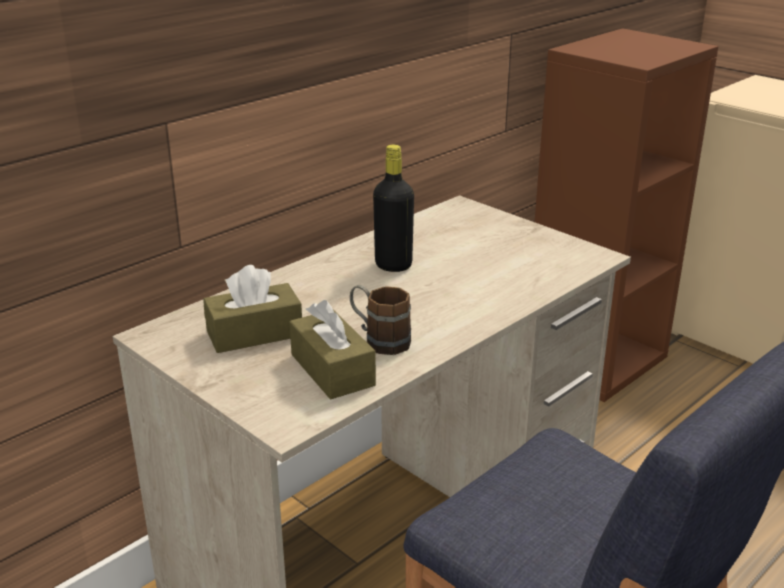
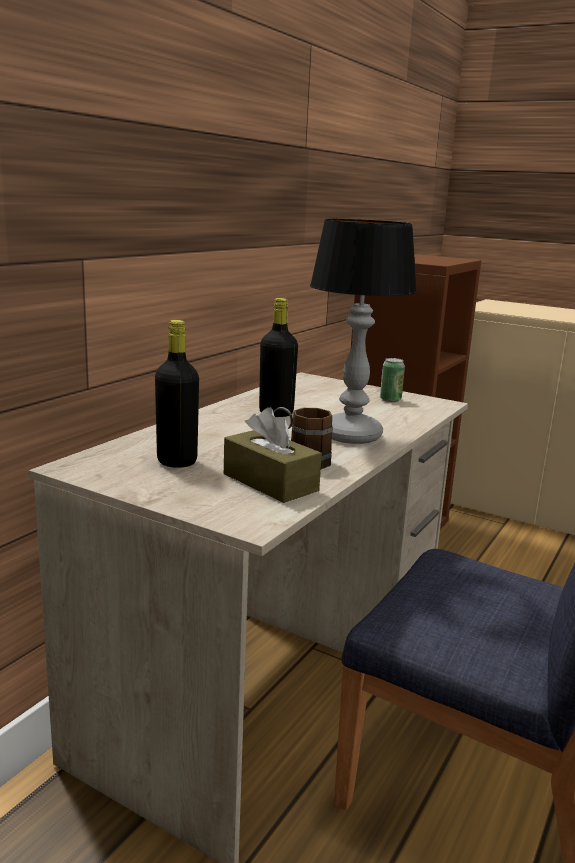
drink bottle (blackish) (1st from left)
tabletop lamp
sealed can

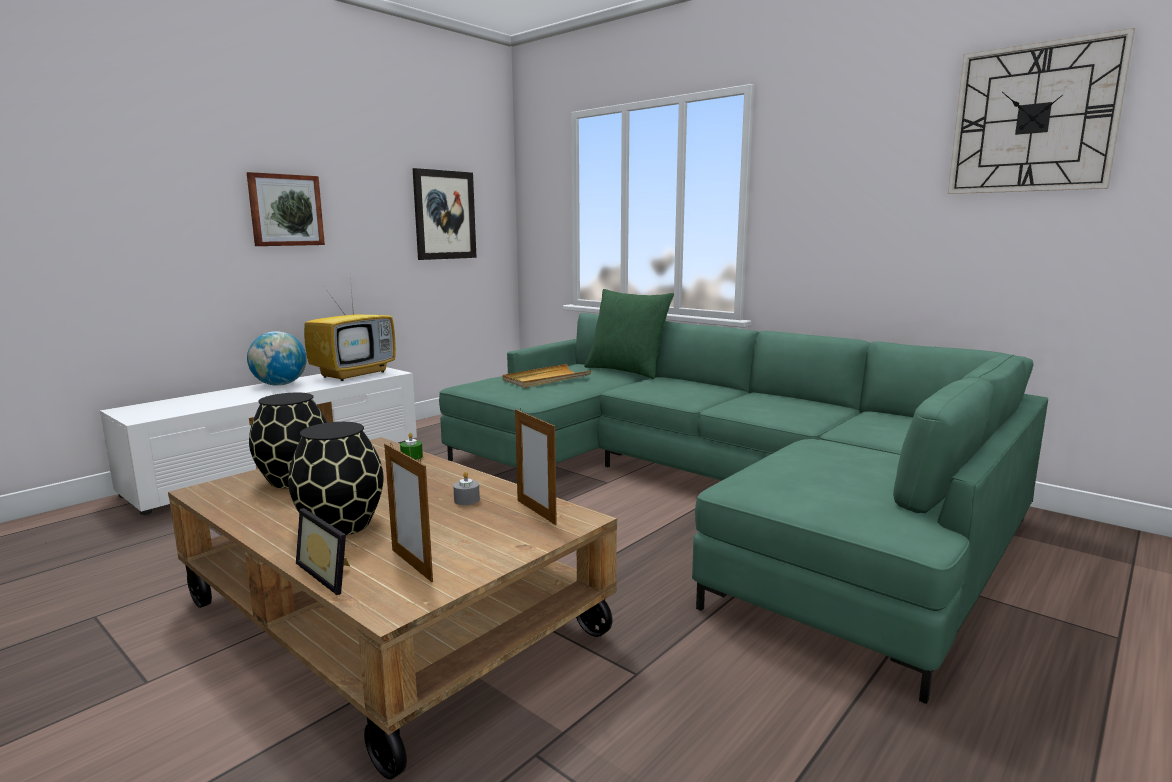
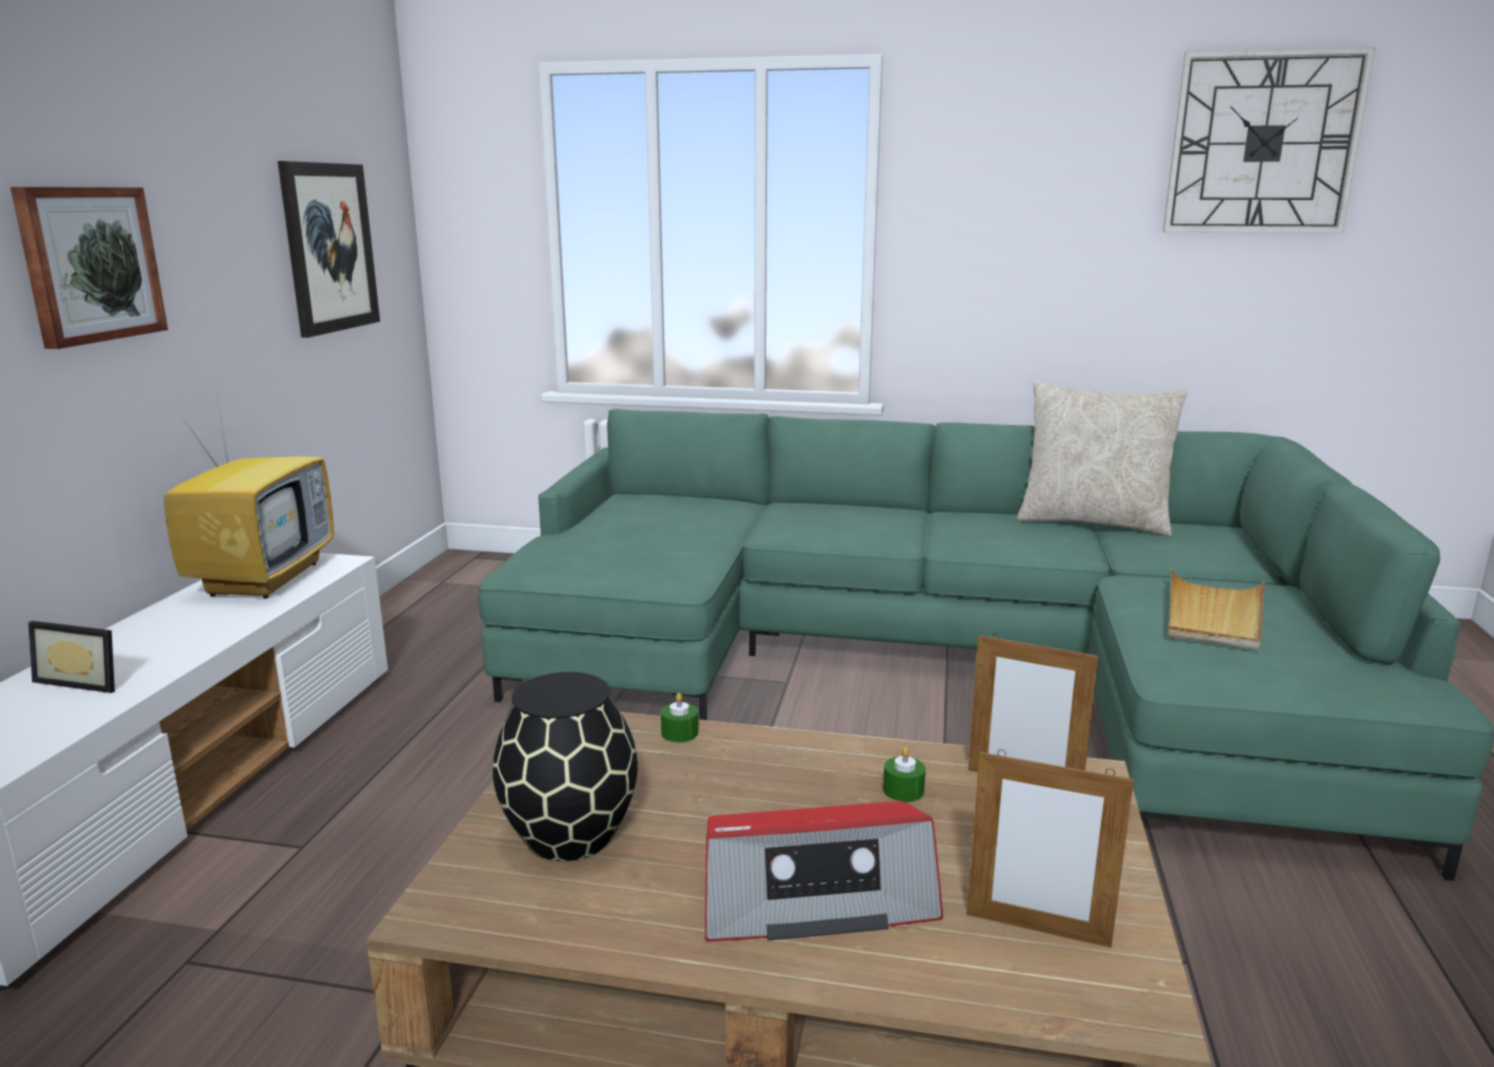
throw pillow (greenish)
globe
carrying tray (beige)
radio set
wax candle (greenish) (2nd from left)
standing frame (1st from left)
throw pillow (beige)

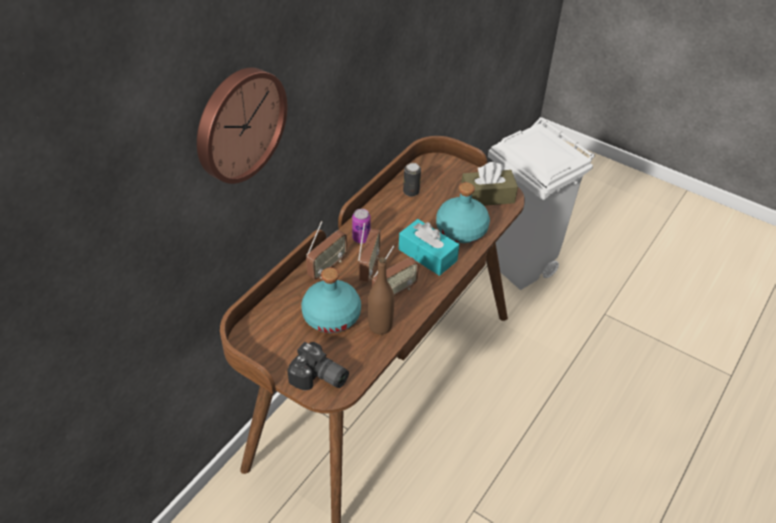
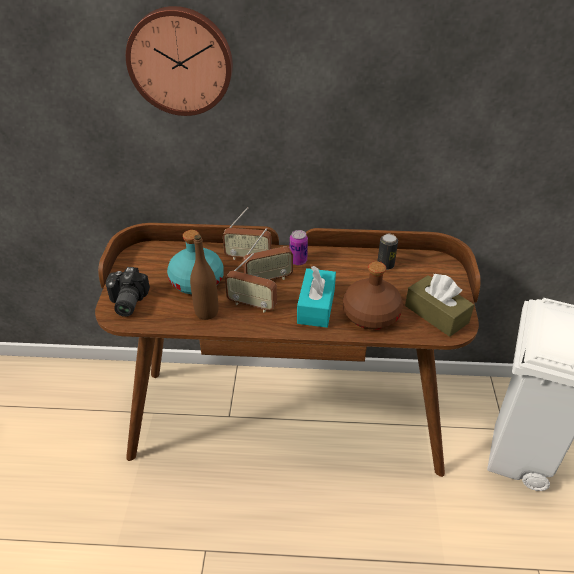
drink bottle (brownish) (2nd from left)

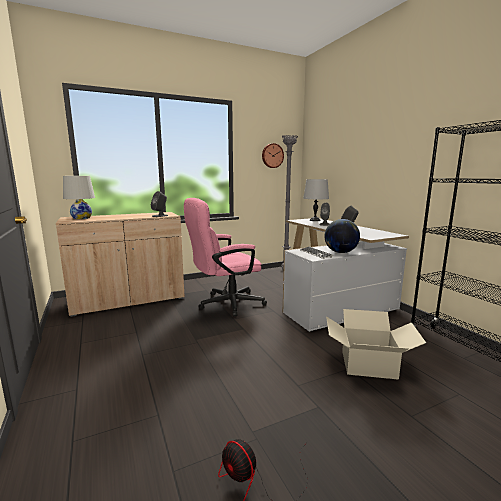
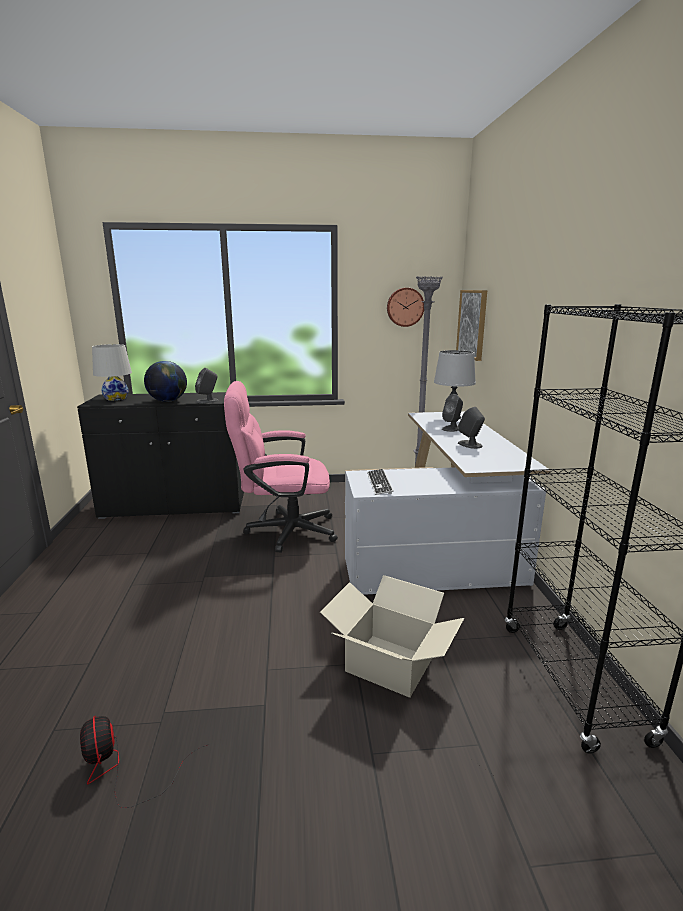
storage cabinet (blackish)
globe
wall art

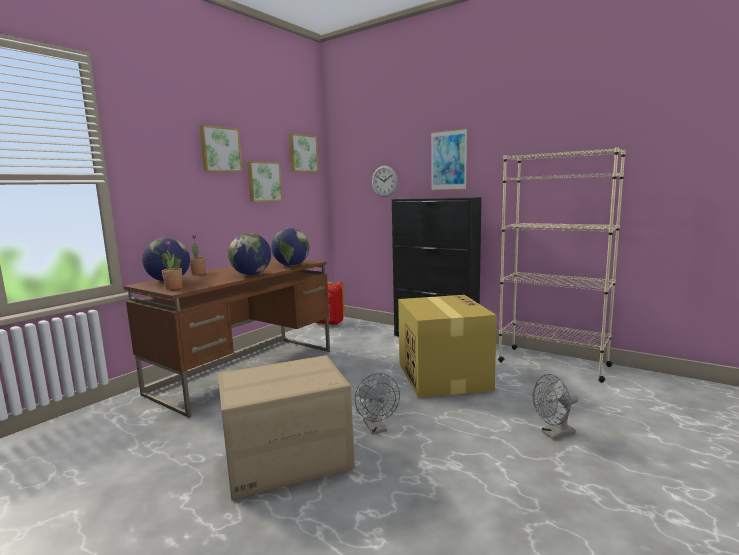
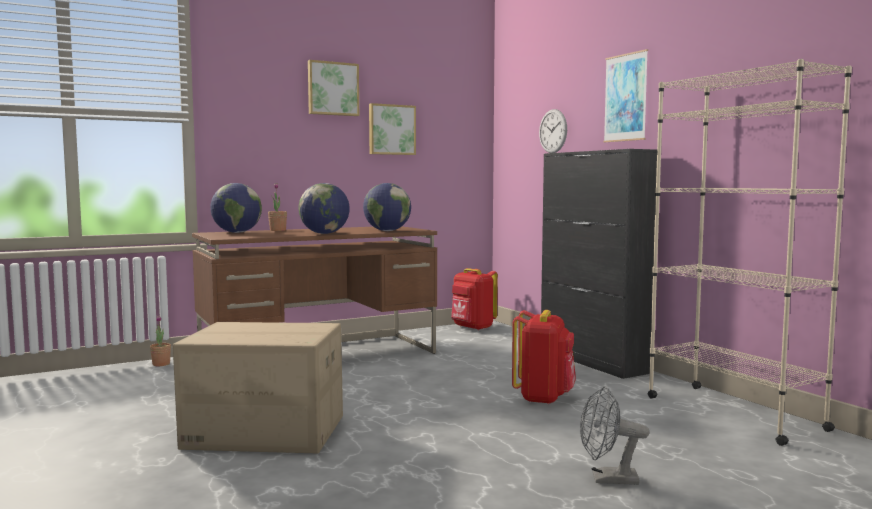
wall art (3rd from left in the first image)
houseplant (1st from left)
knapsack (red) (2nd from left)
electric fan (gray) (1st from left in the first image)

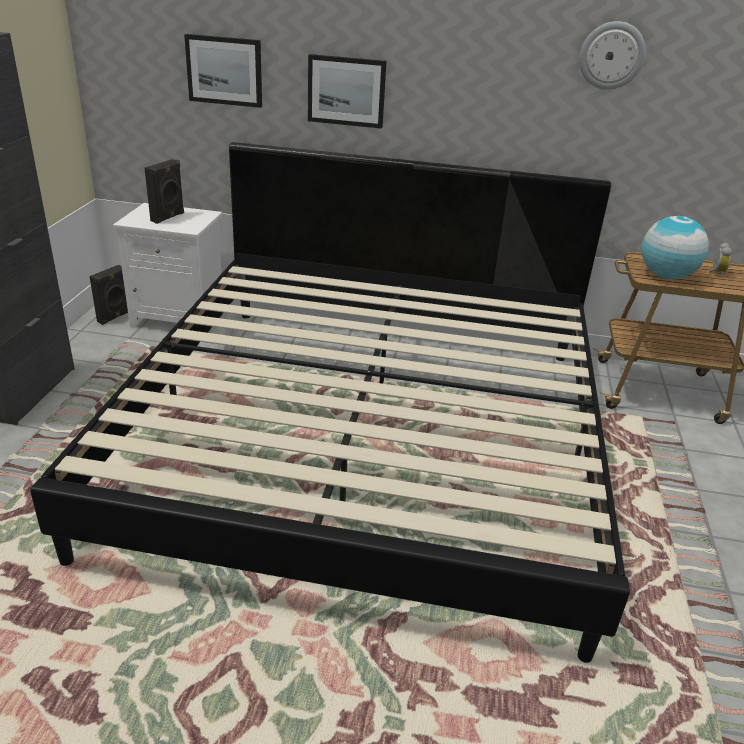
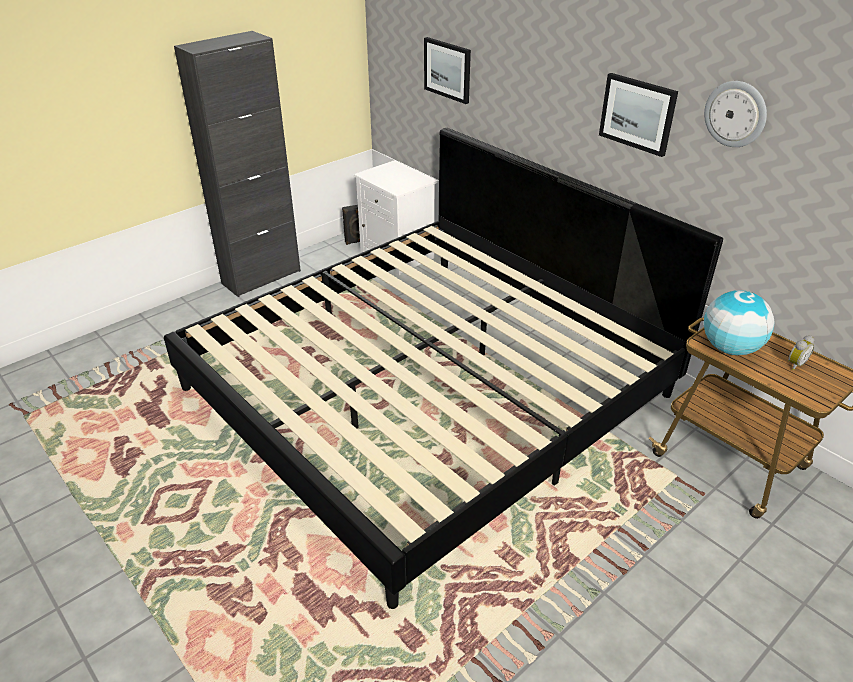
wall art (2nd from left)
loudspeaker (blackish) (2nd from left in the first image)

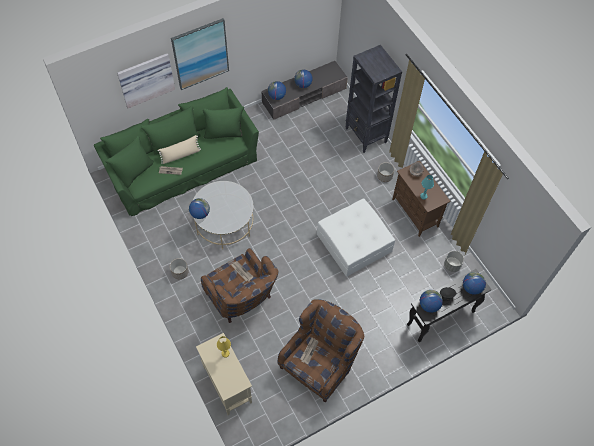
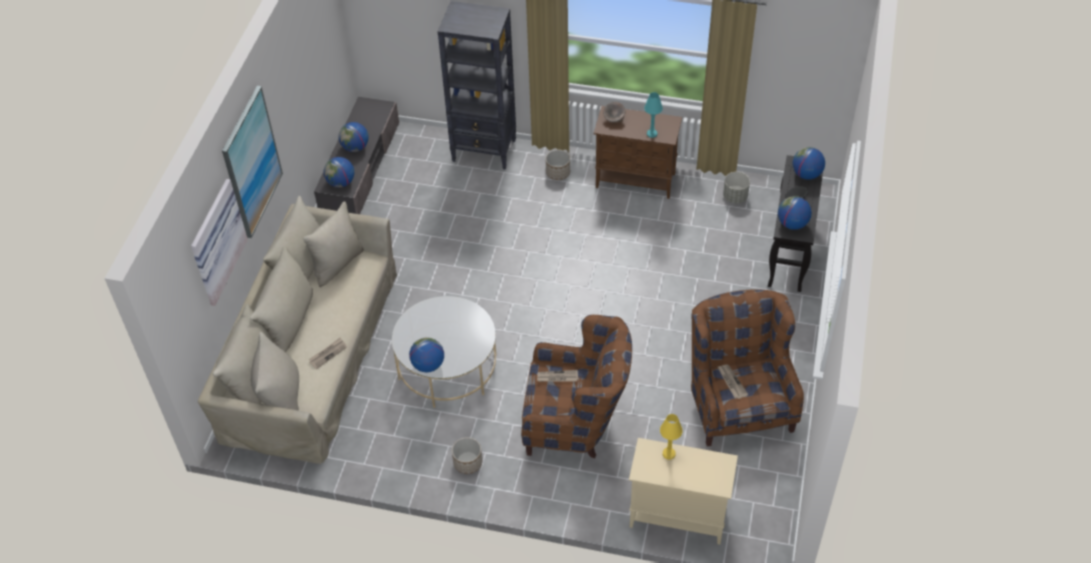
sofa (beige)
throw pillow (beige)
pouffe (whitish)

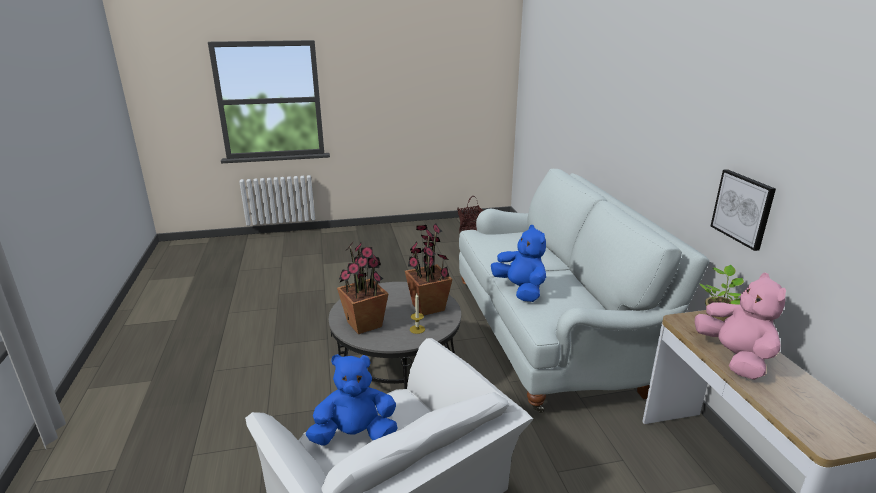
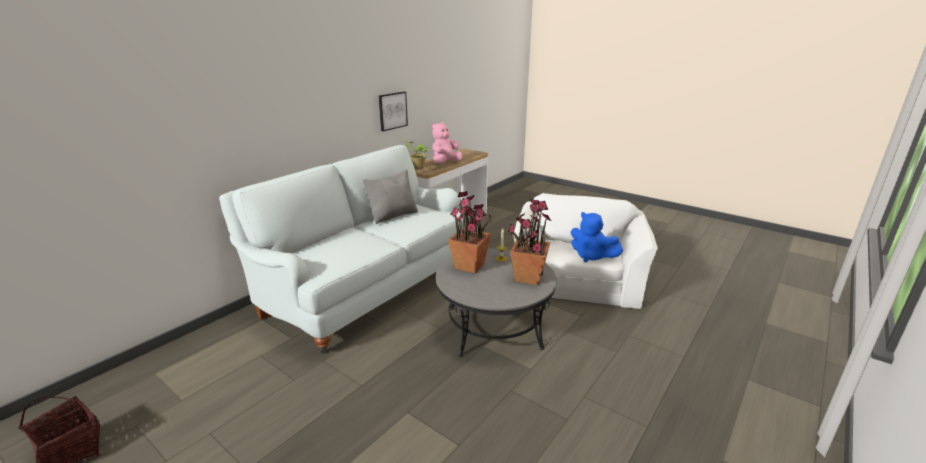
plush toy (bluish) (2nd from left in the first image)
throw pillow (gray)

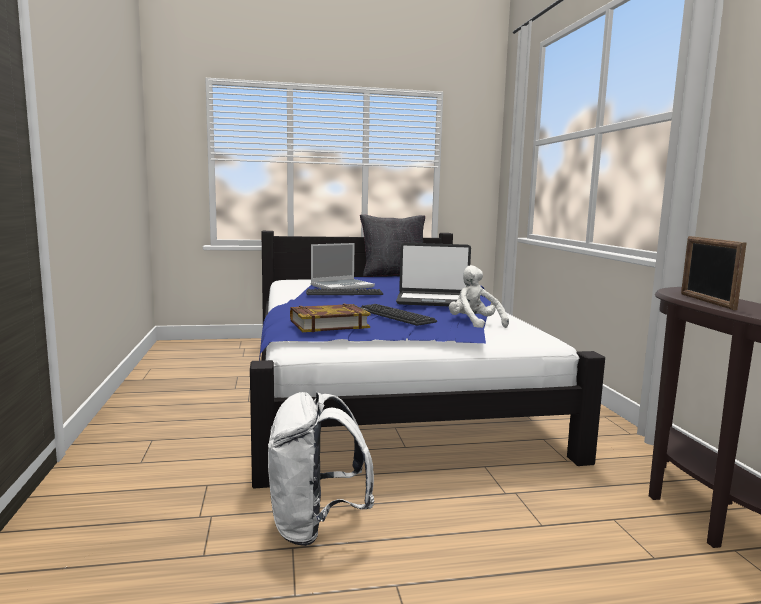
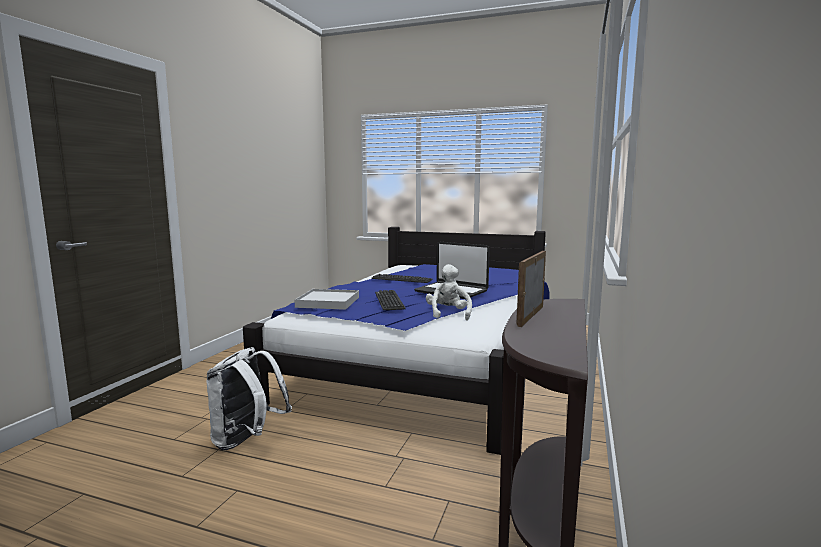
throw pillow (blackish)
notebook computer (1st from left in the first image)
carrying tray (whitish)

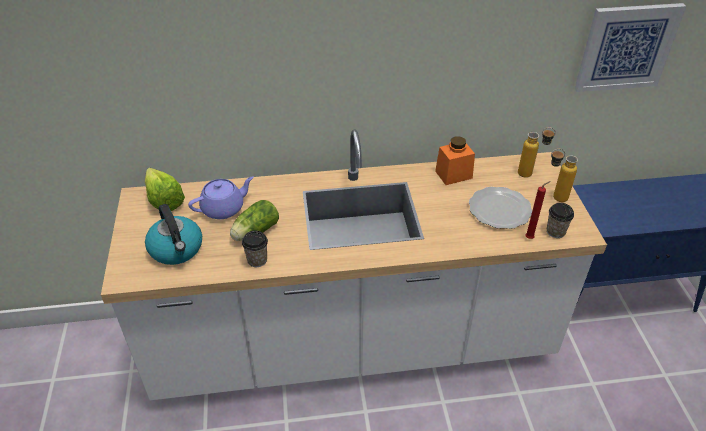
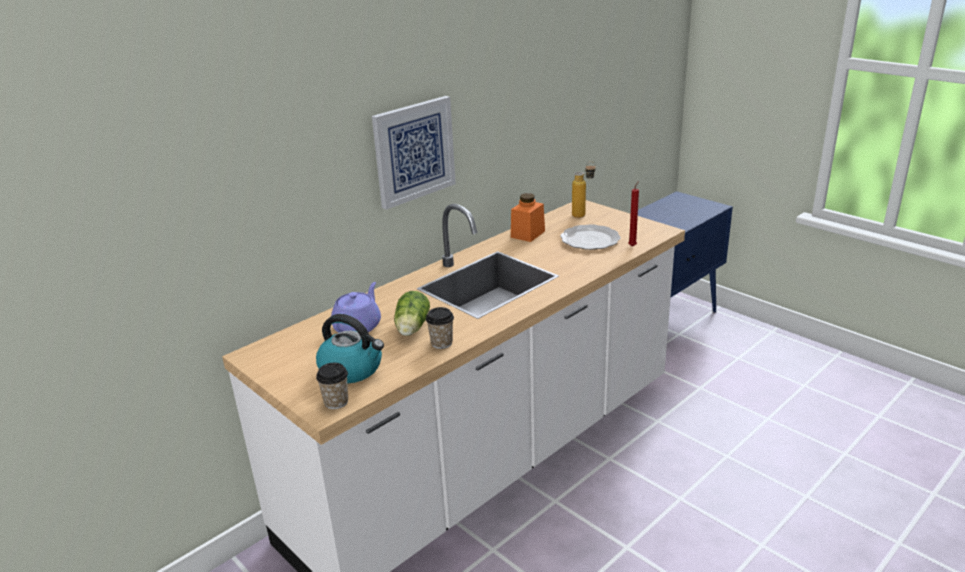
wall art
drink bottle (2nd from left in the first image)
lettuce (1st from left in the first image)
cup (1st from left)

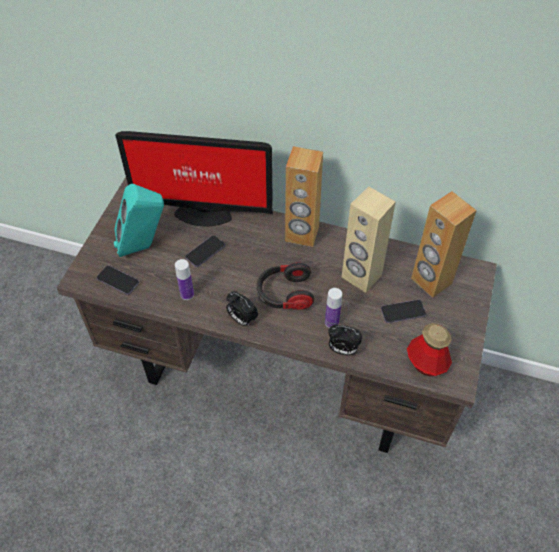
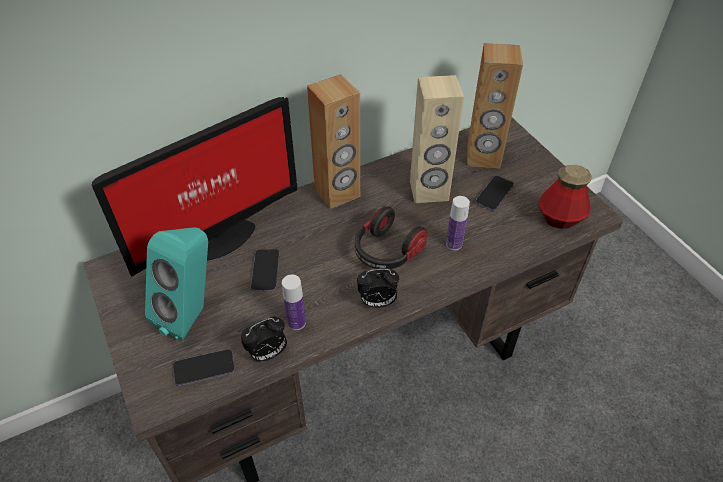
alarm clock (1st from left)

